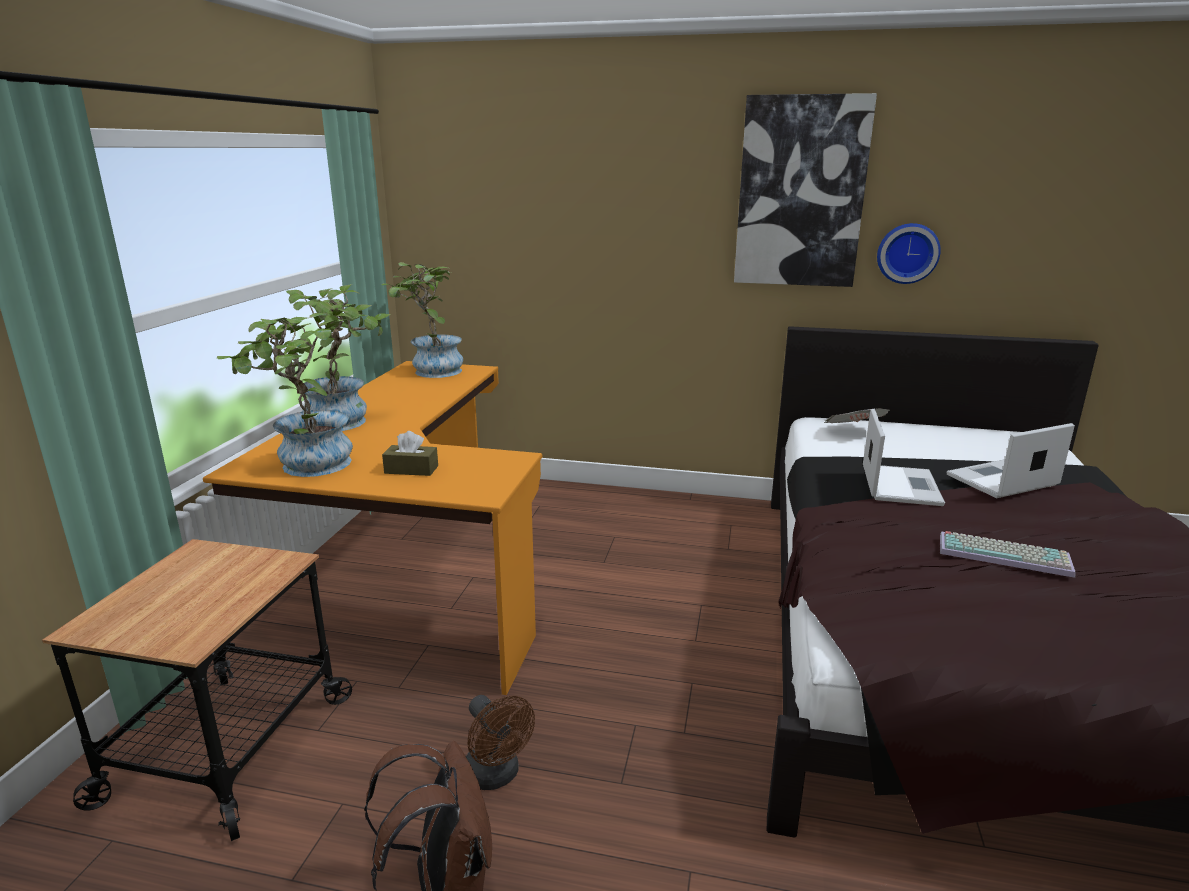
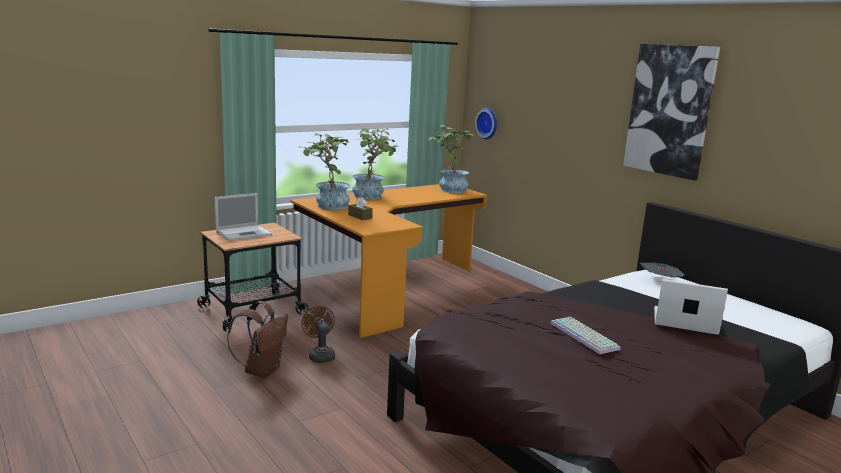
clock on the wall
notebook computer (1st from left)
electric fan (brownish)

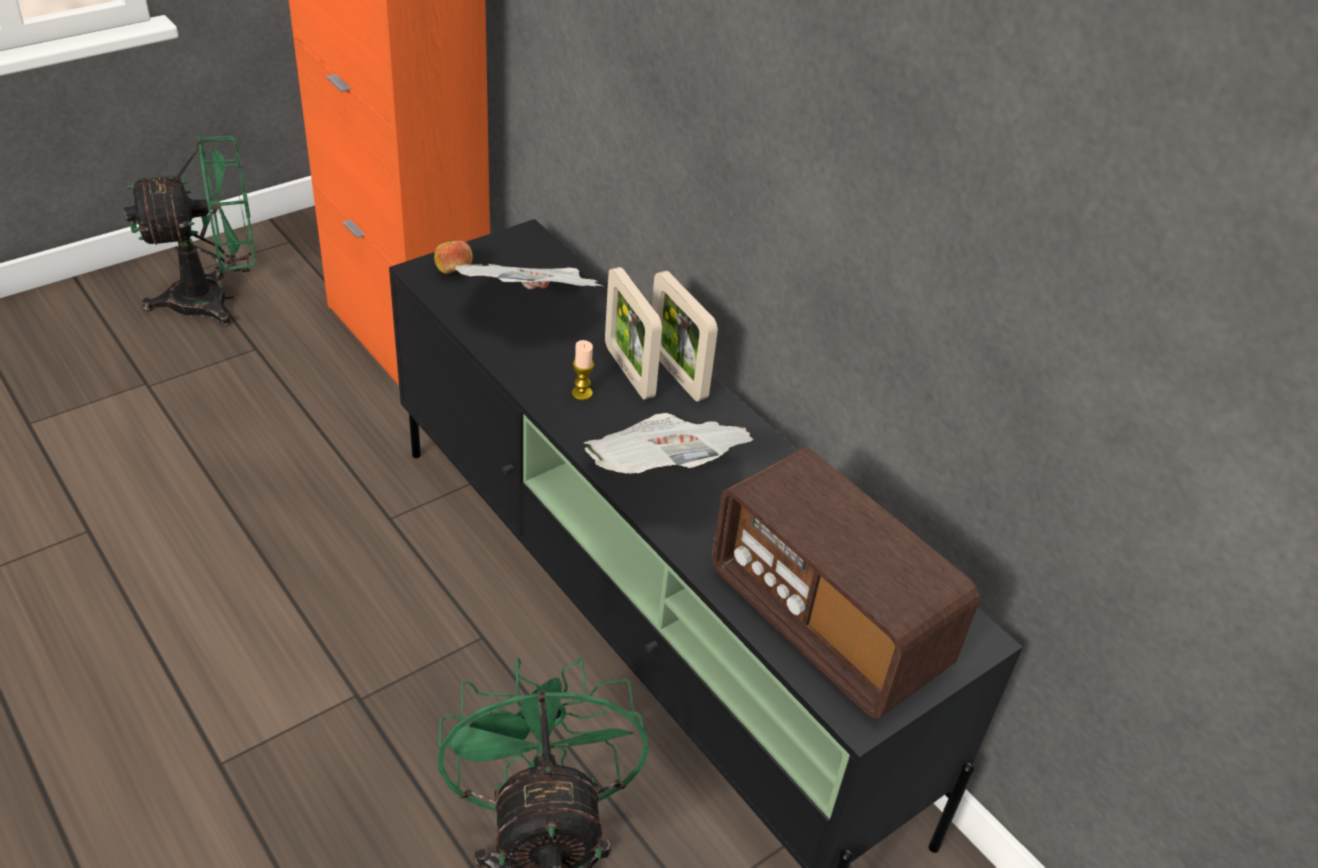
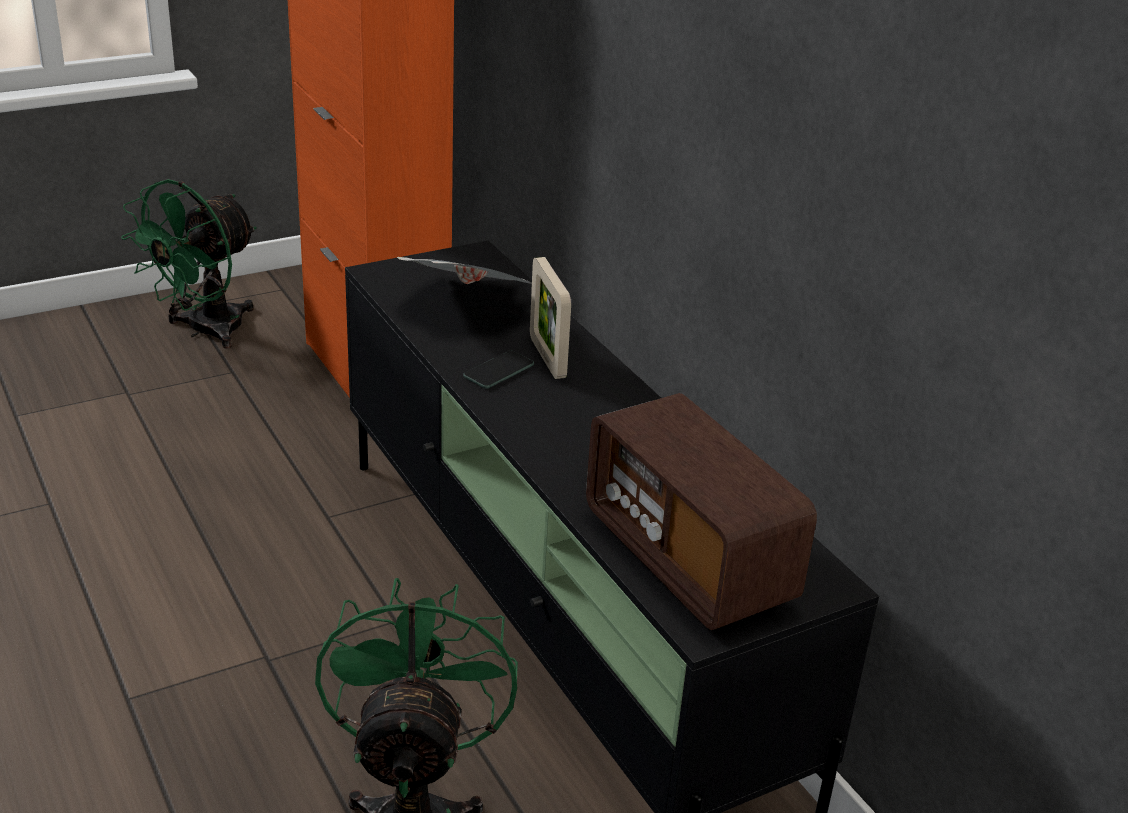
electric fan (greenish) (1st from left)
whole apple
standing frame (2nd from left in the first image)
telephone
daily paper (2nd from left in the first image)

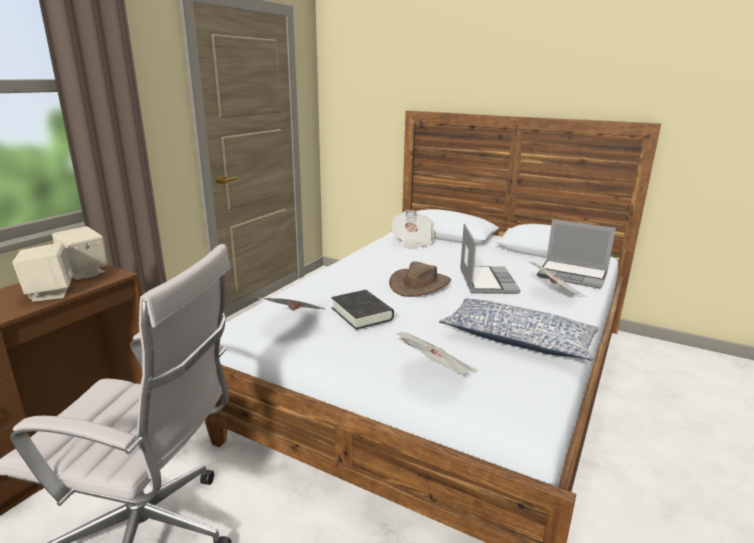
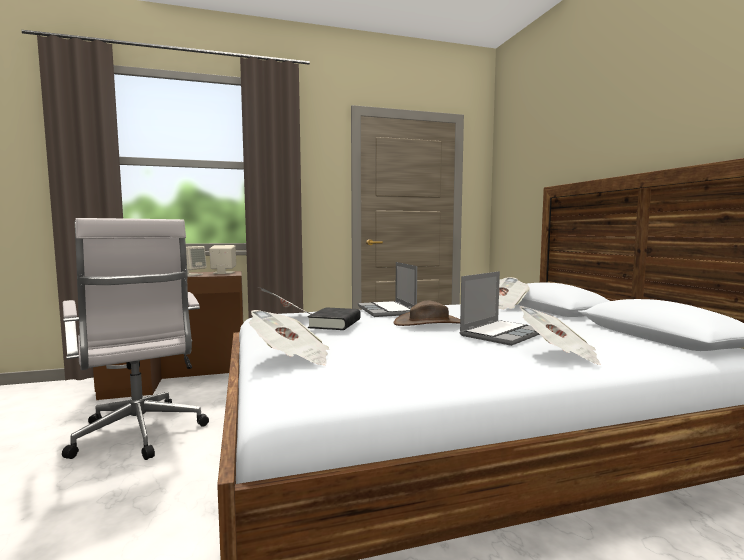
notebook computer (1st from left)
throw pillow

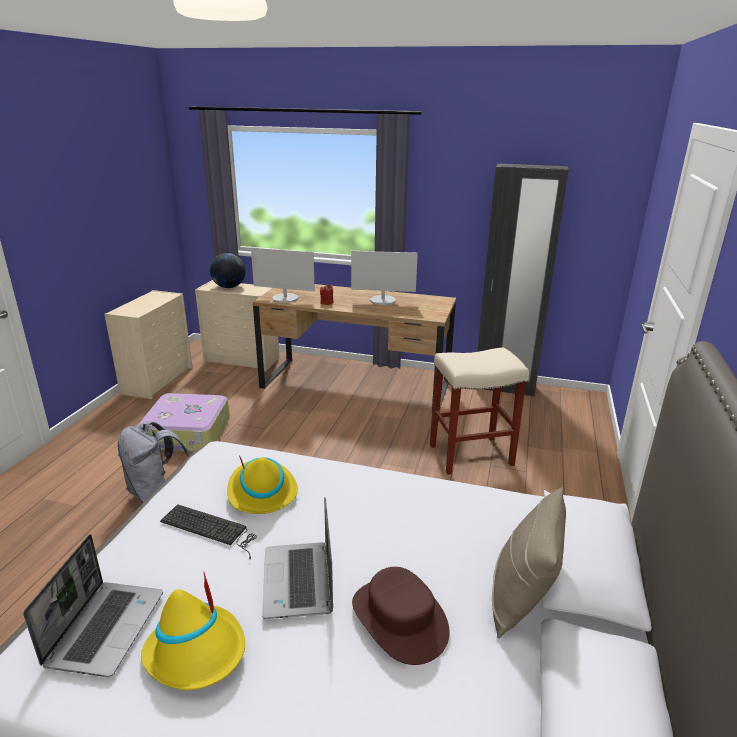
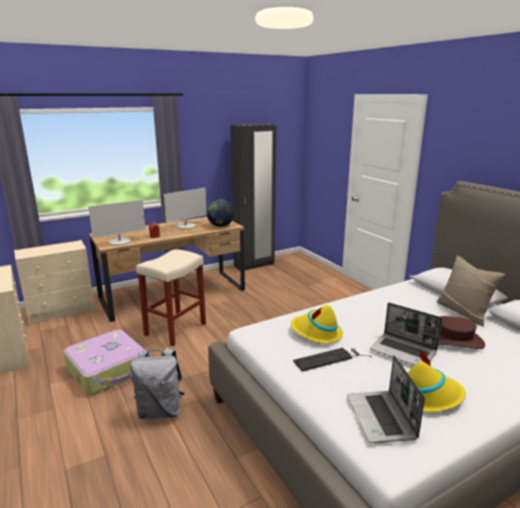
globe
stool seat (beige)
notebook computer (1st from left)

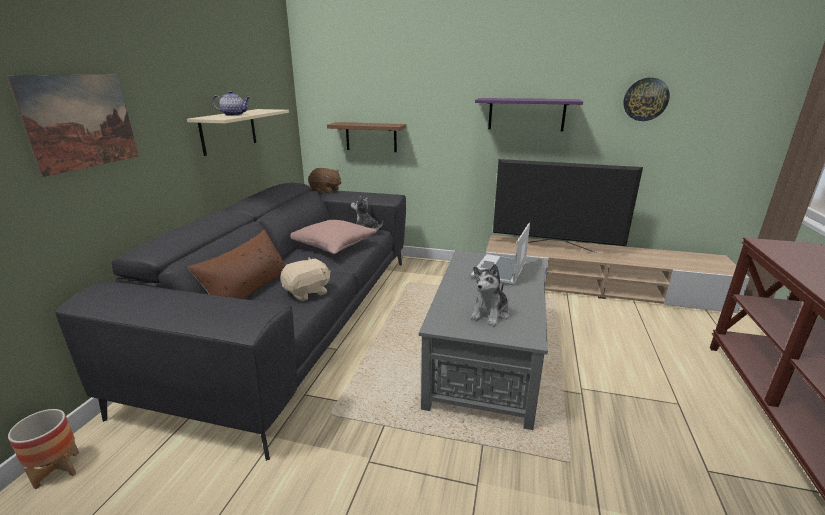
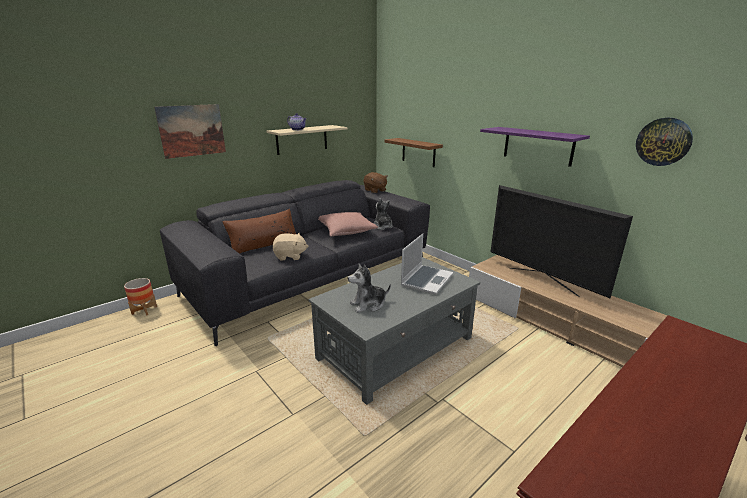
notebook computer

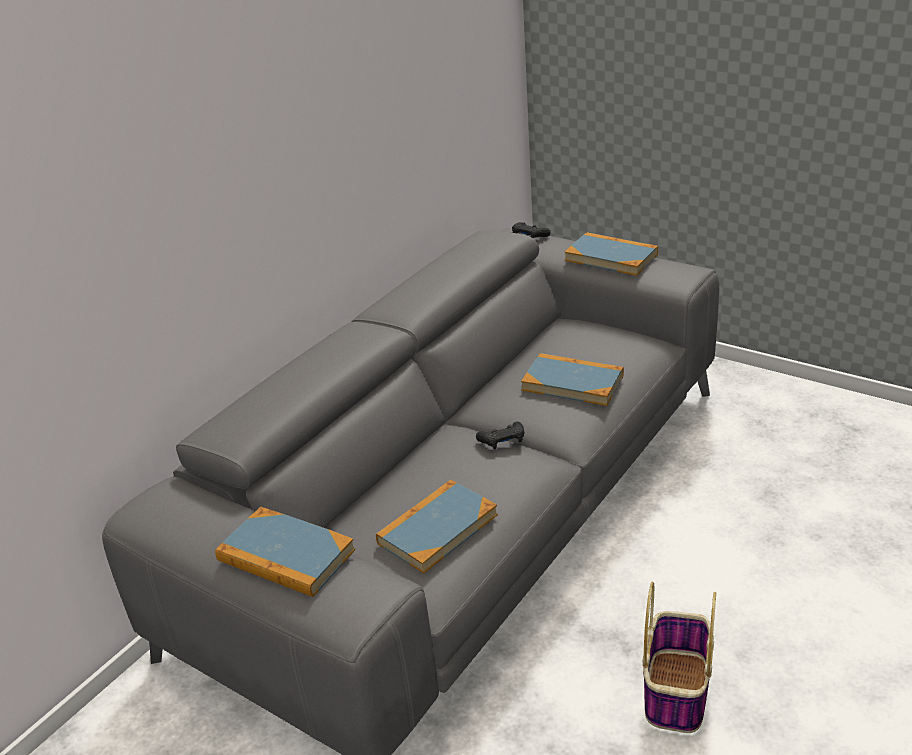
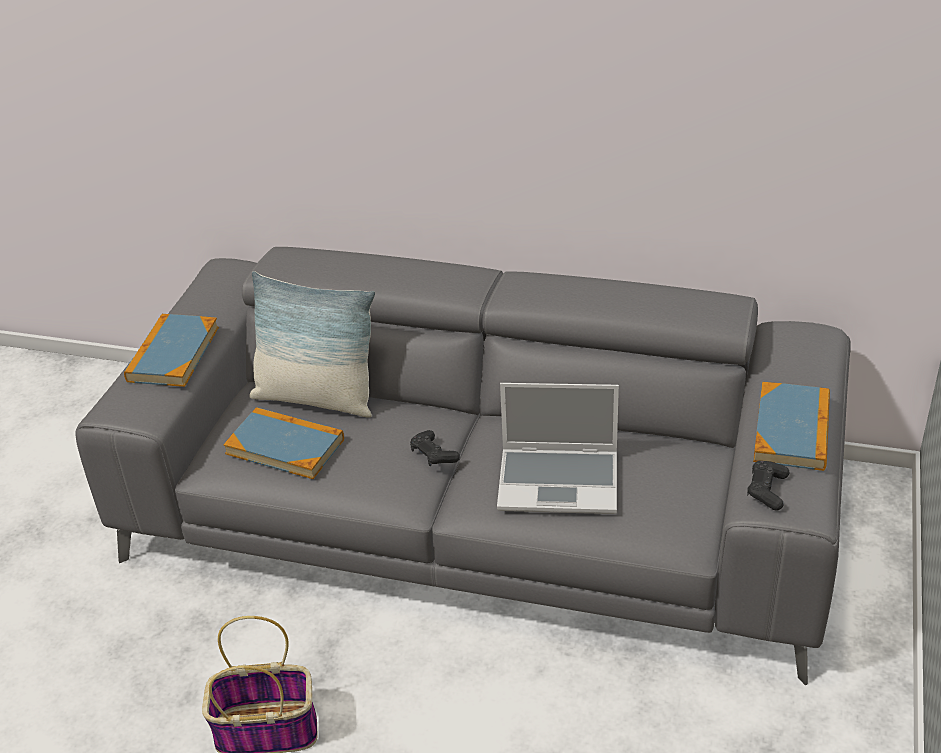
joypad (blackish) (2nd from left)
notebook computer
throw pillow

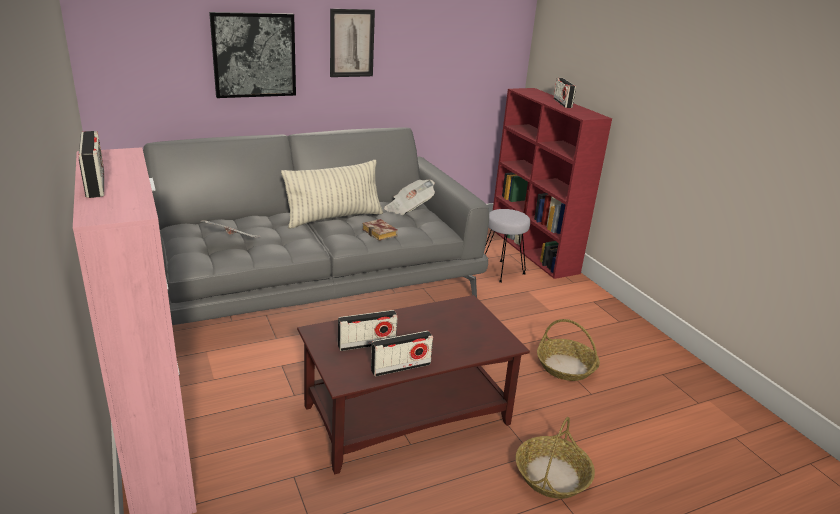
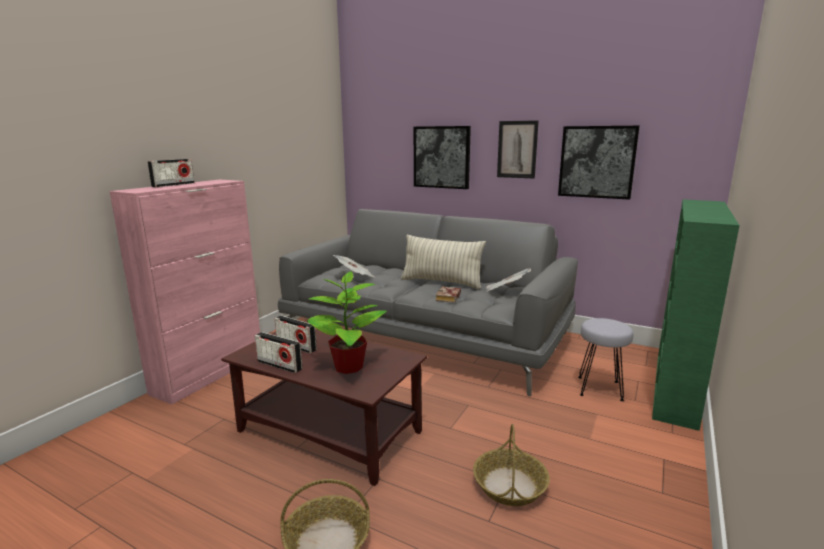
radio set (4th from left in the first image)
bookshelf (greenish)
wall art (3rd from left)
houseplant

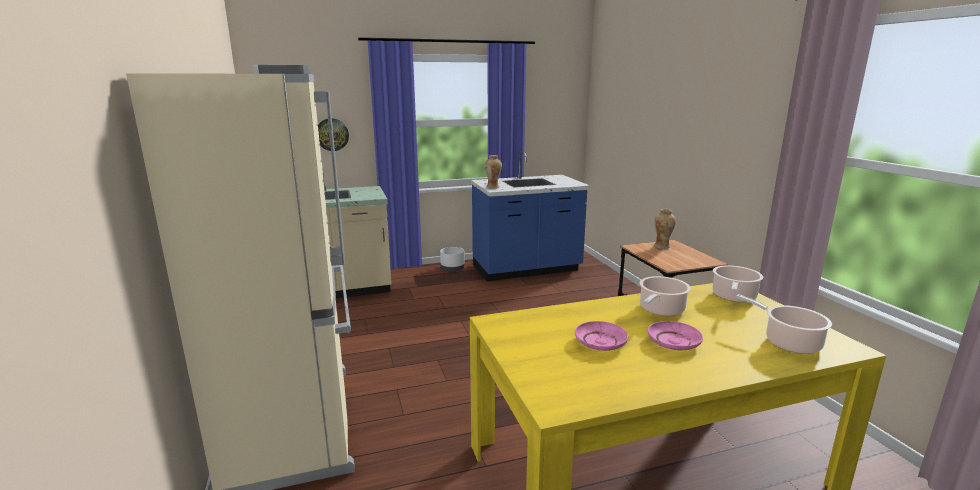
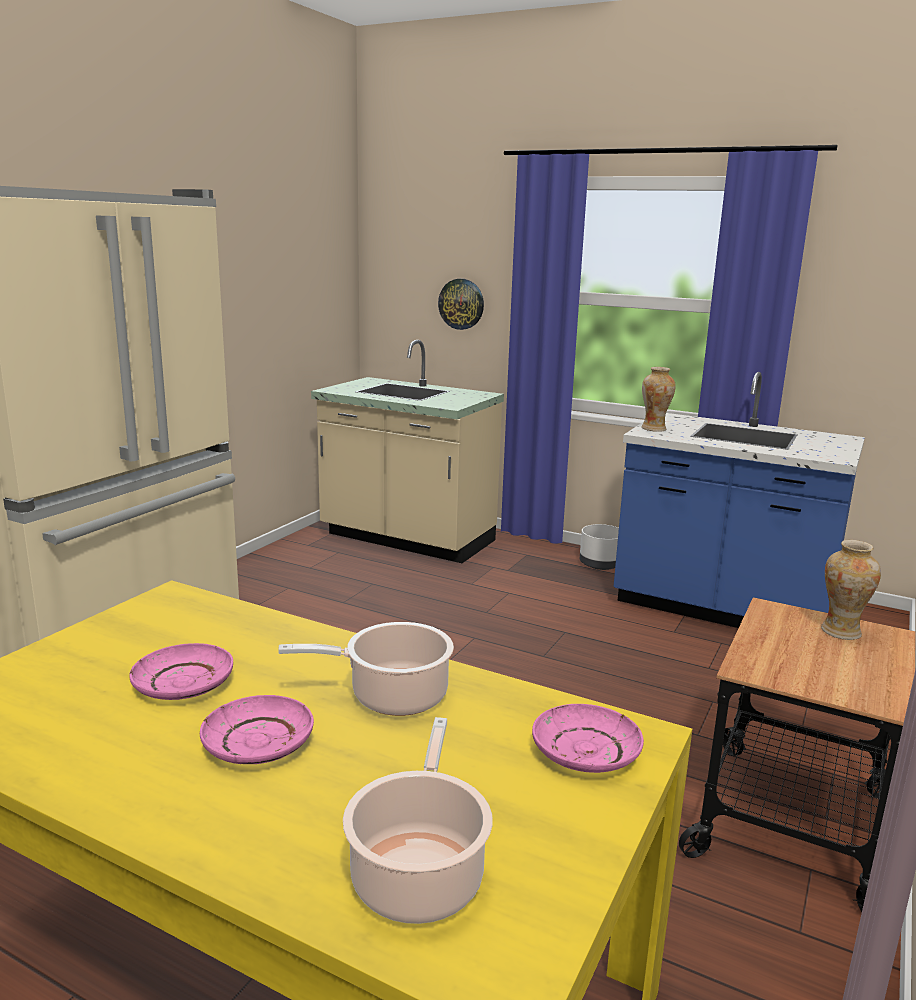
plate (pinkish) (3rd from left)

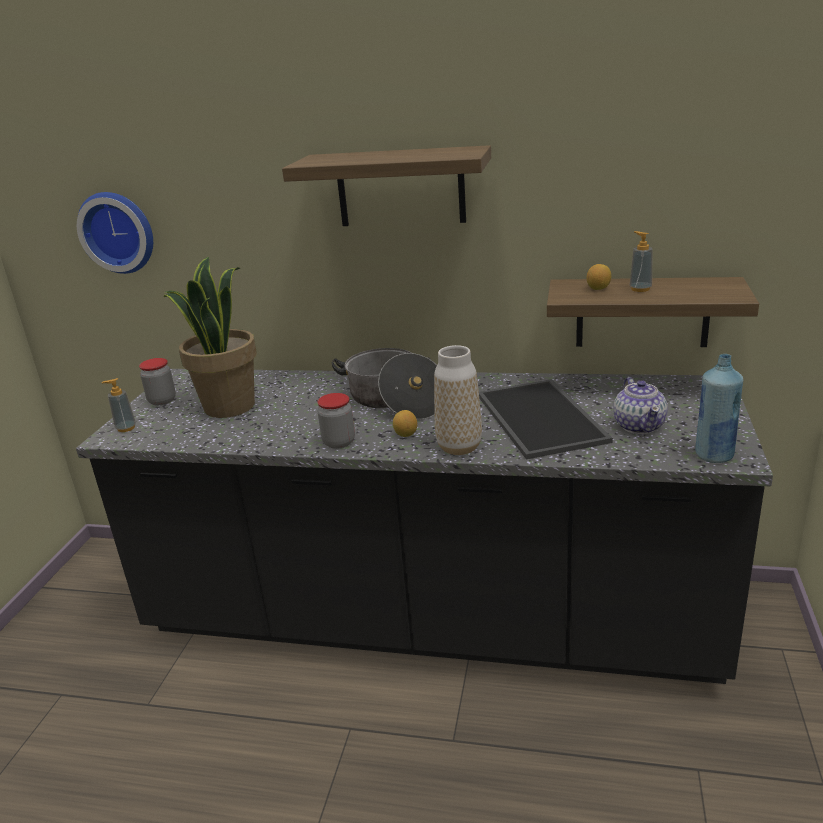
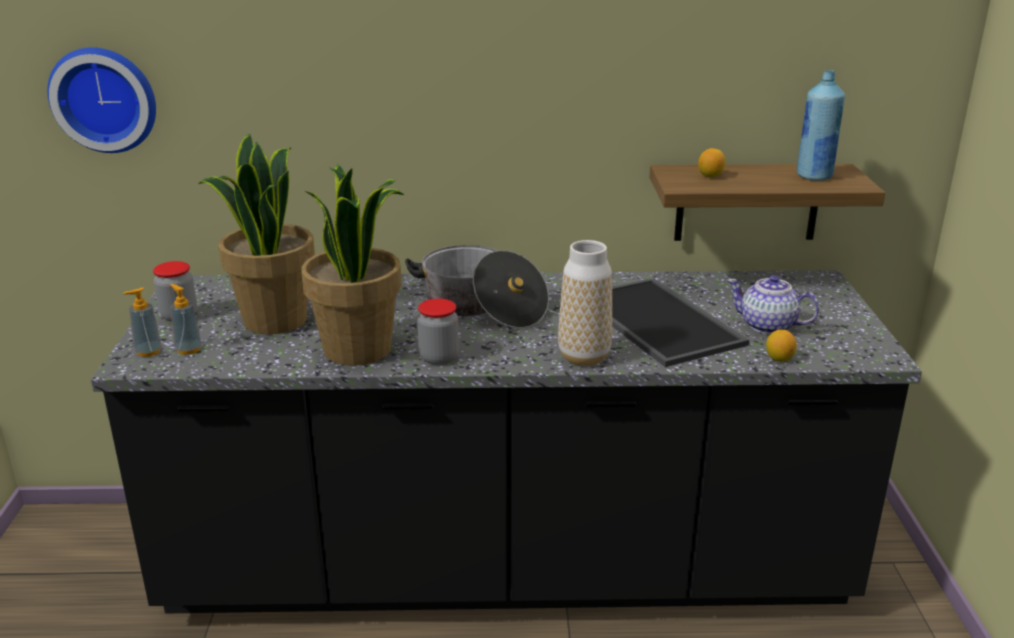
bracket shelf (1st from left in the first image)
liquid soap bottle (2nd from left)
drink bottle (bluish)
tea pot
lemon (2nd from left)
houseplant (2nd from left)

